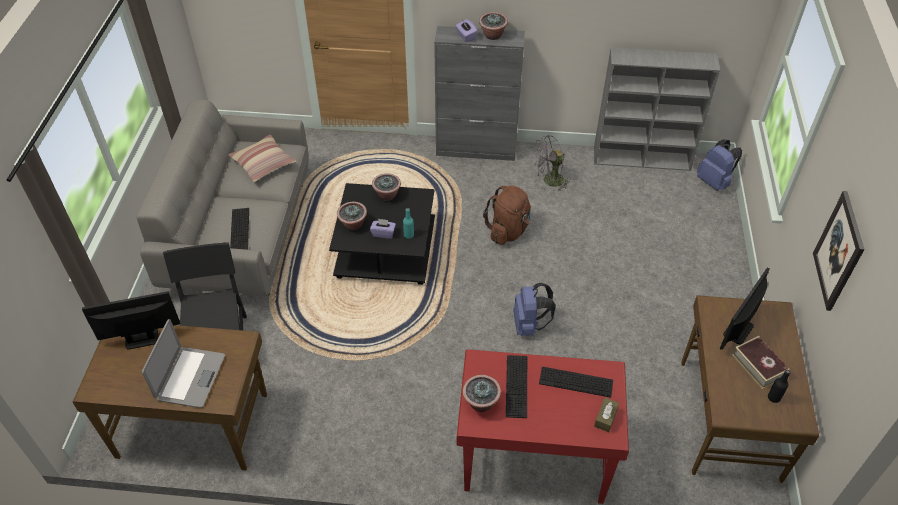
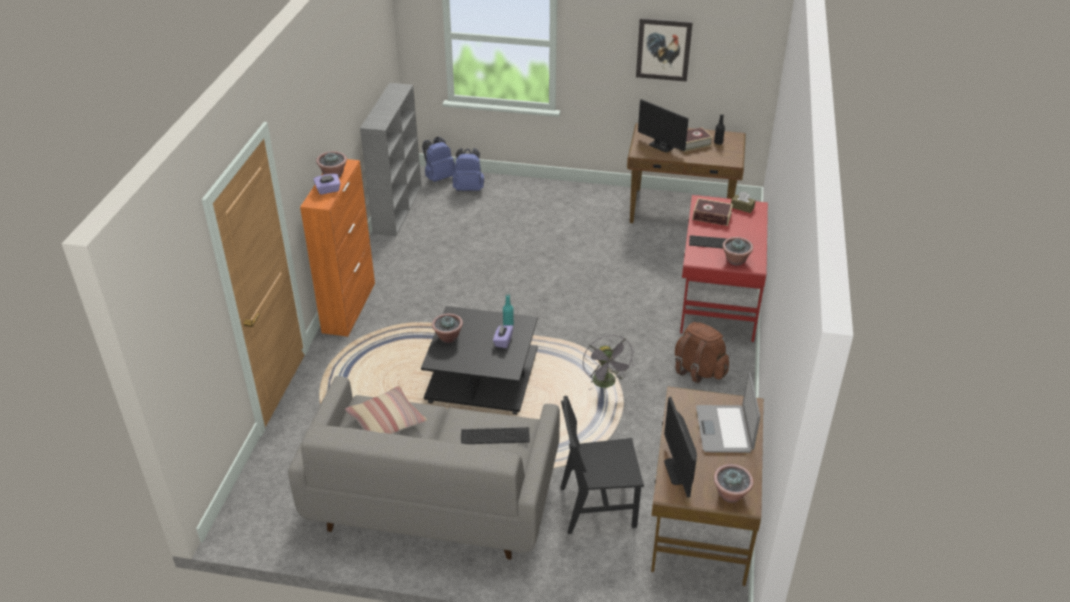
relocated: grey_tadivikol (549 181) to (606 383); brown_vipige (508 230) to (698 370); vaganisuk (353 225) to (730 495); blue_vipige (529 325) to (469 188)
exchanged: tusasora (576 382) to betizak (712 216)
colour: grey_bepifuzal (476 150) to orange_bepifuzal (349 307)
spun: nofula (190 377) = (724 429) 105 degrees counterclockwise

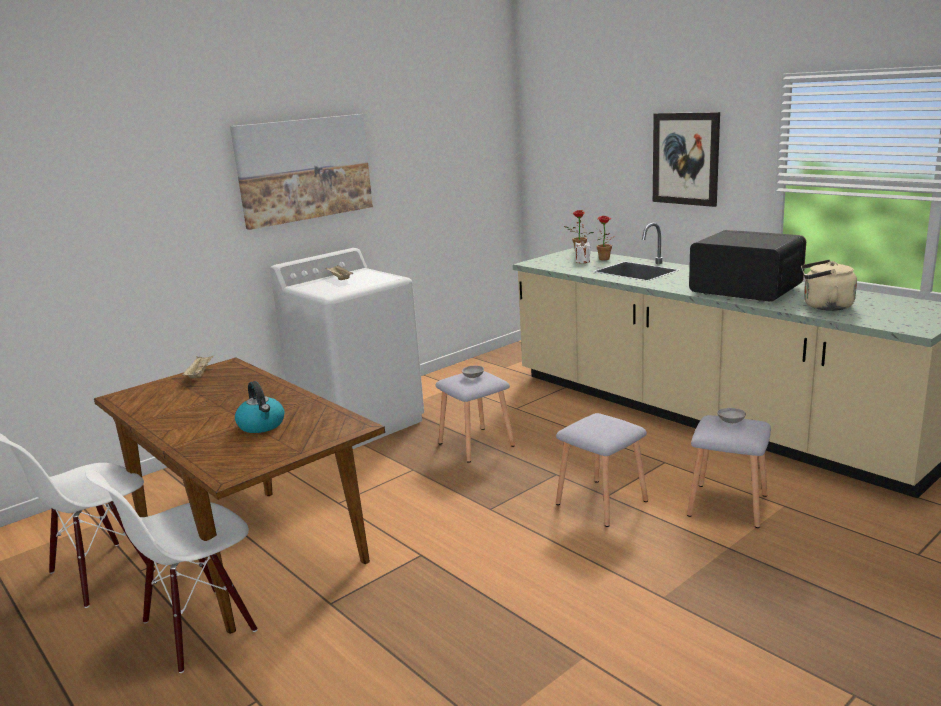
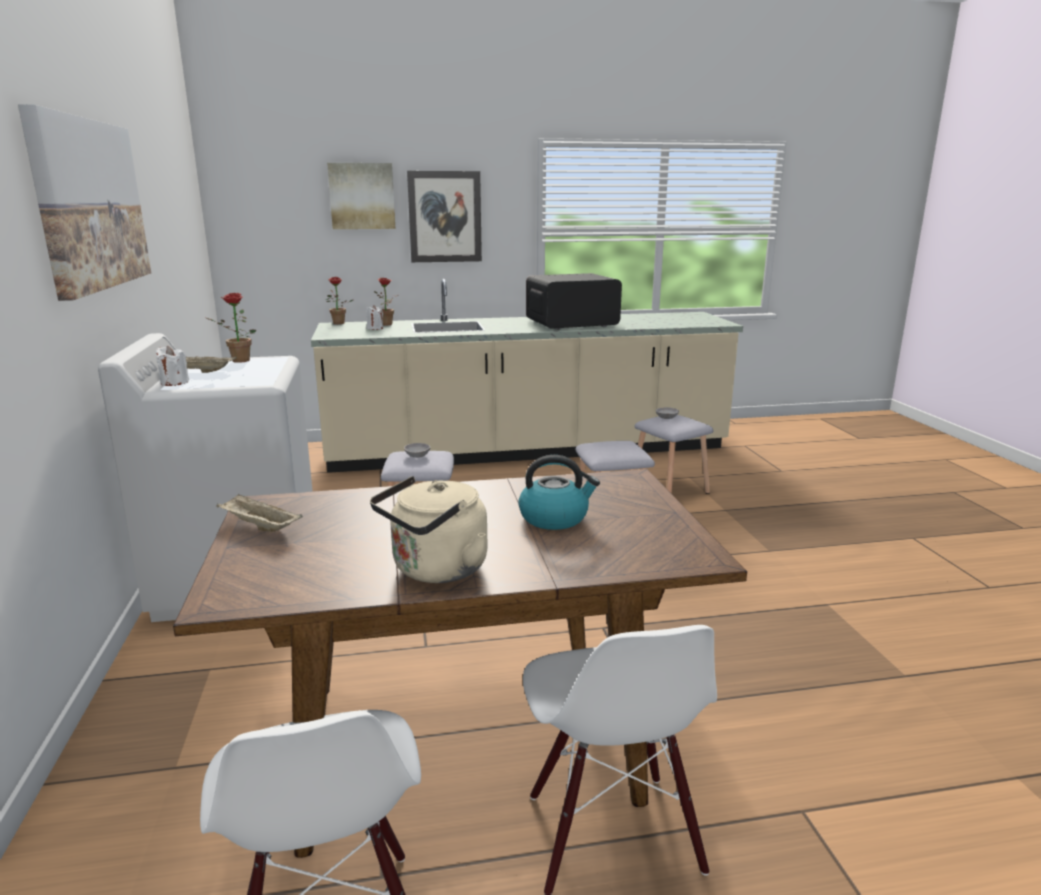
appeared: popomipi (362 196); vaganisuk (237 361); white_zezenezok (174 382)
relocated: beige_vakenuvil (824 306) to (435 570)

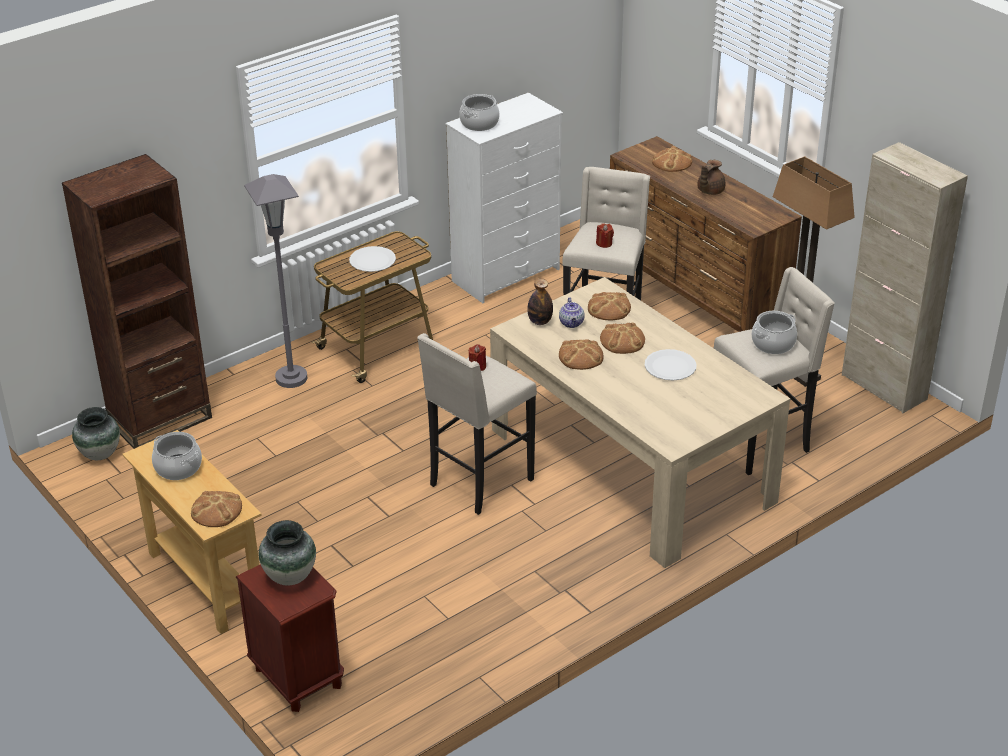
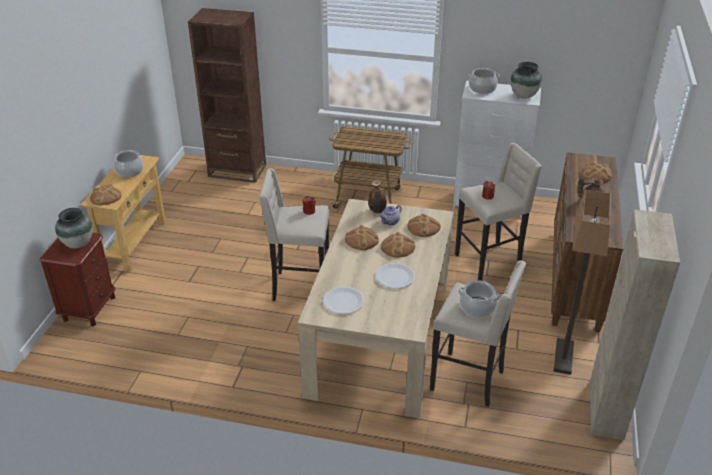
missing: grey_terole (291 378)
relocated: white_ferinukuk (372 260) to (343 301); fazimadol (100 454) to (524 96)

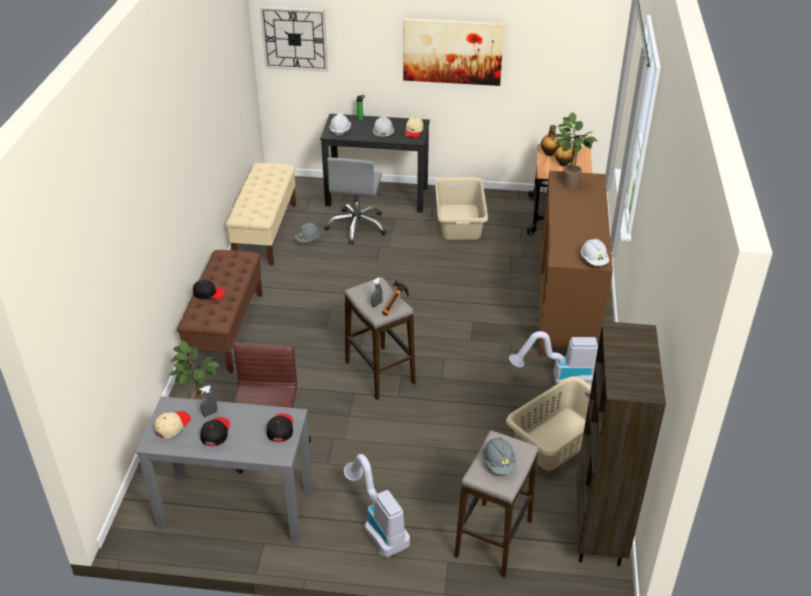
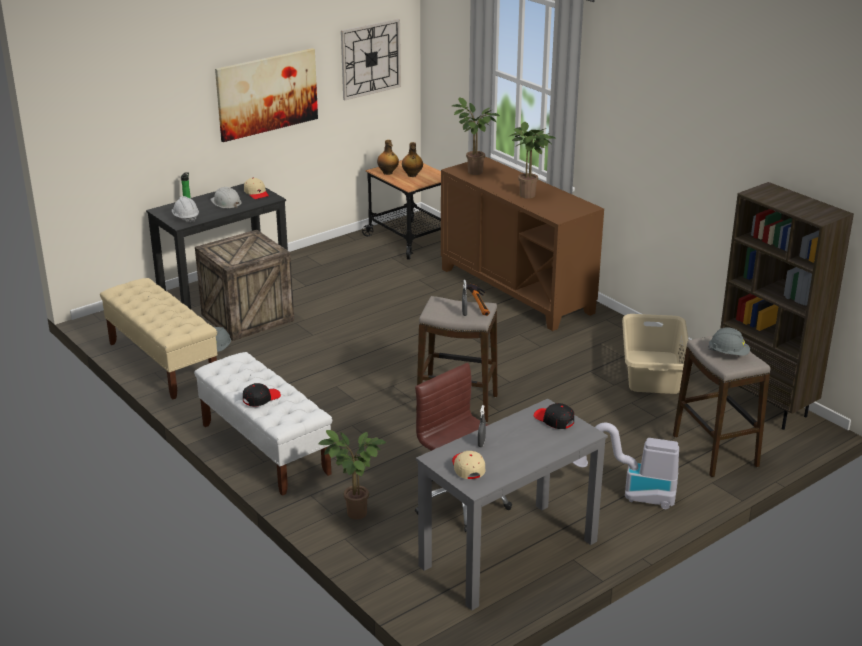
missing: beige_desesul (460 222); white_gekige (593 260); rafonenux (558 380); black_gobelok (215 433)
appeared: vaganisuk (530 195)
relocated: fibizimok (294 39) to (370 59)
exchanged: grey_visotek (357 226) to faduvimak (247 318)
colour: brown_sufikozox (226 330) to white_sufikozox (264 449)

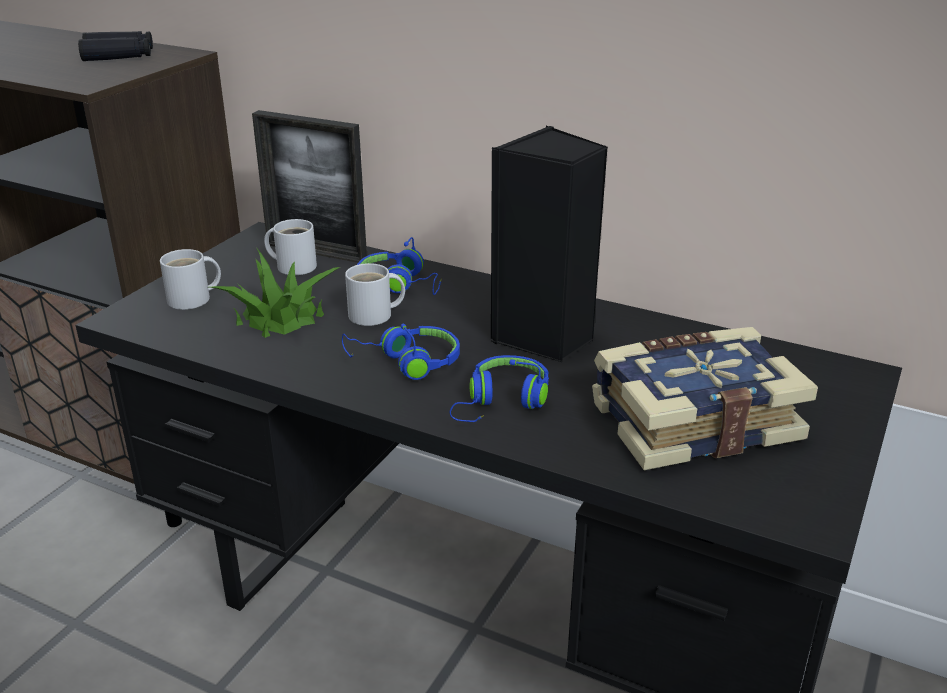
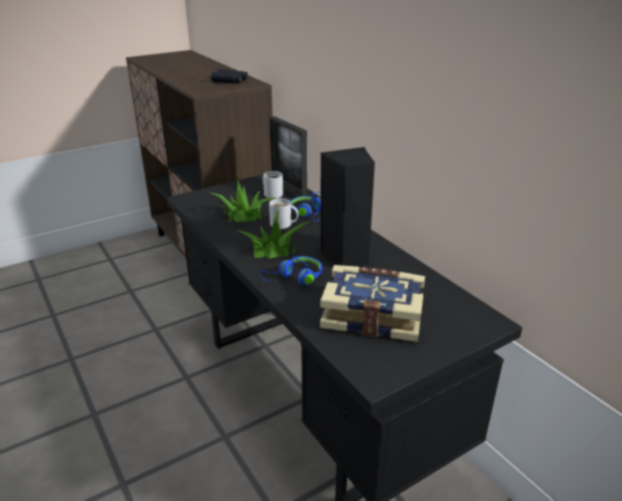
missing: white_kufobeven (193 299)
exchanged: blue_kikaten (406 363) to vaganisuk (273 249)

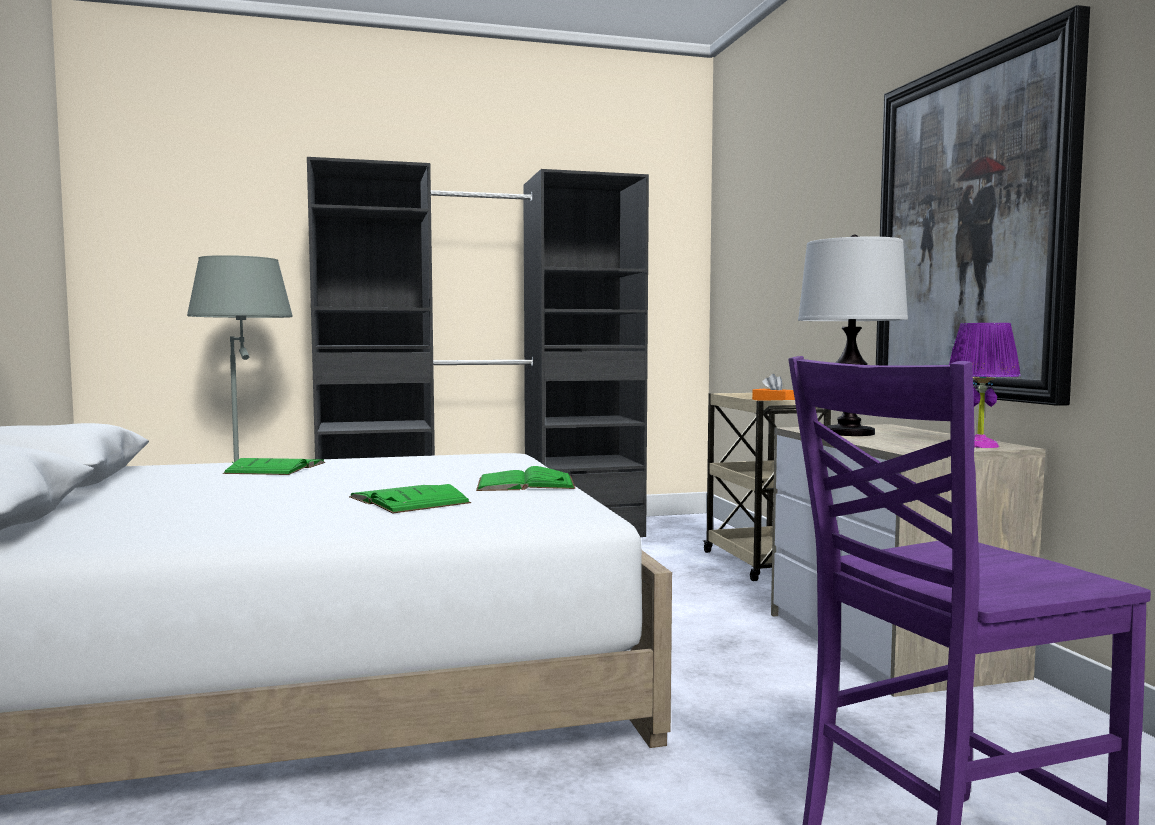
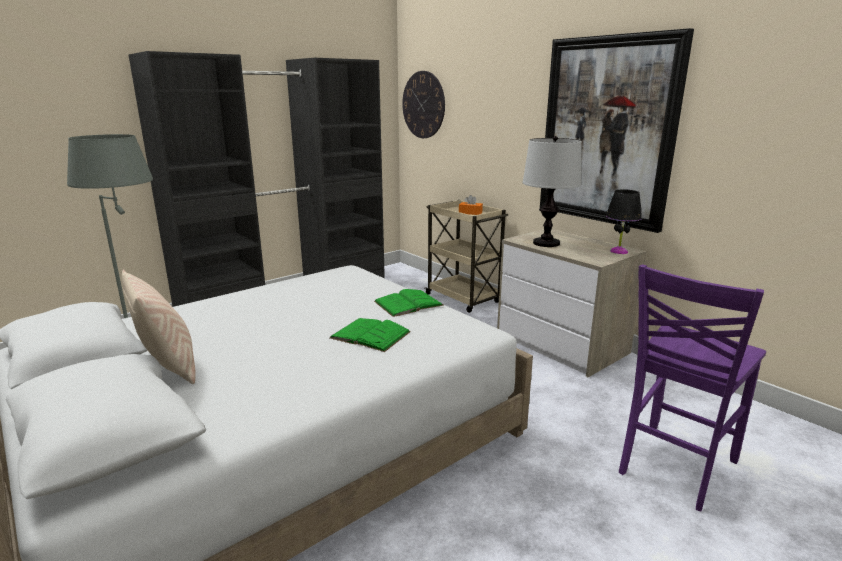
missing: green_betizak (276 468)
appeared: fibizimok (423 105); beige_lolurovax (168 367)
colour: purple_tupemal (980 445) to black_tupemal (619 251)

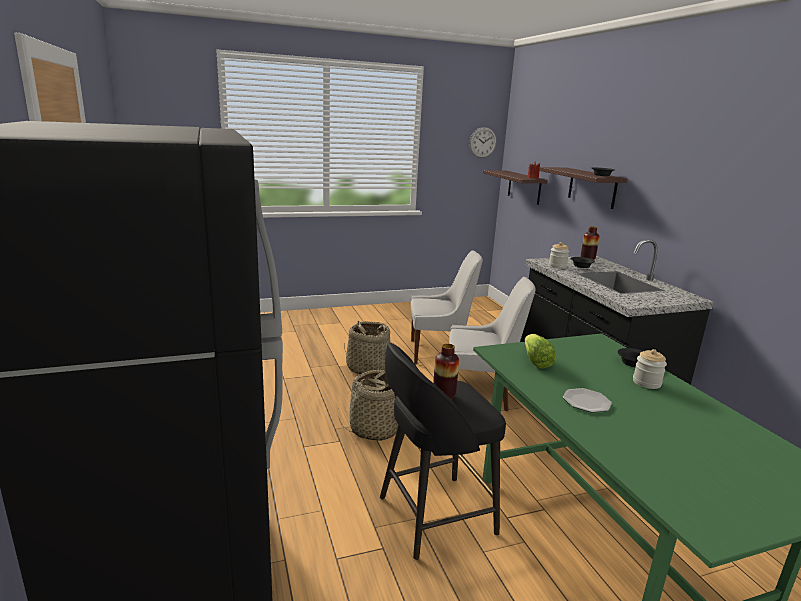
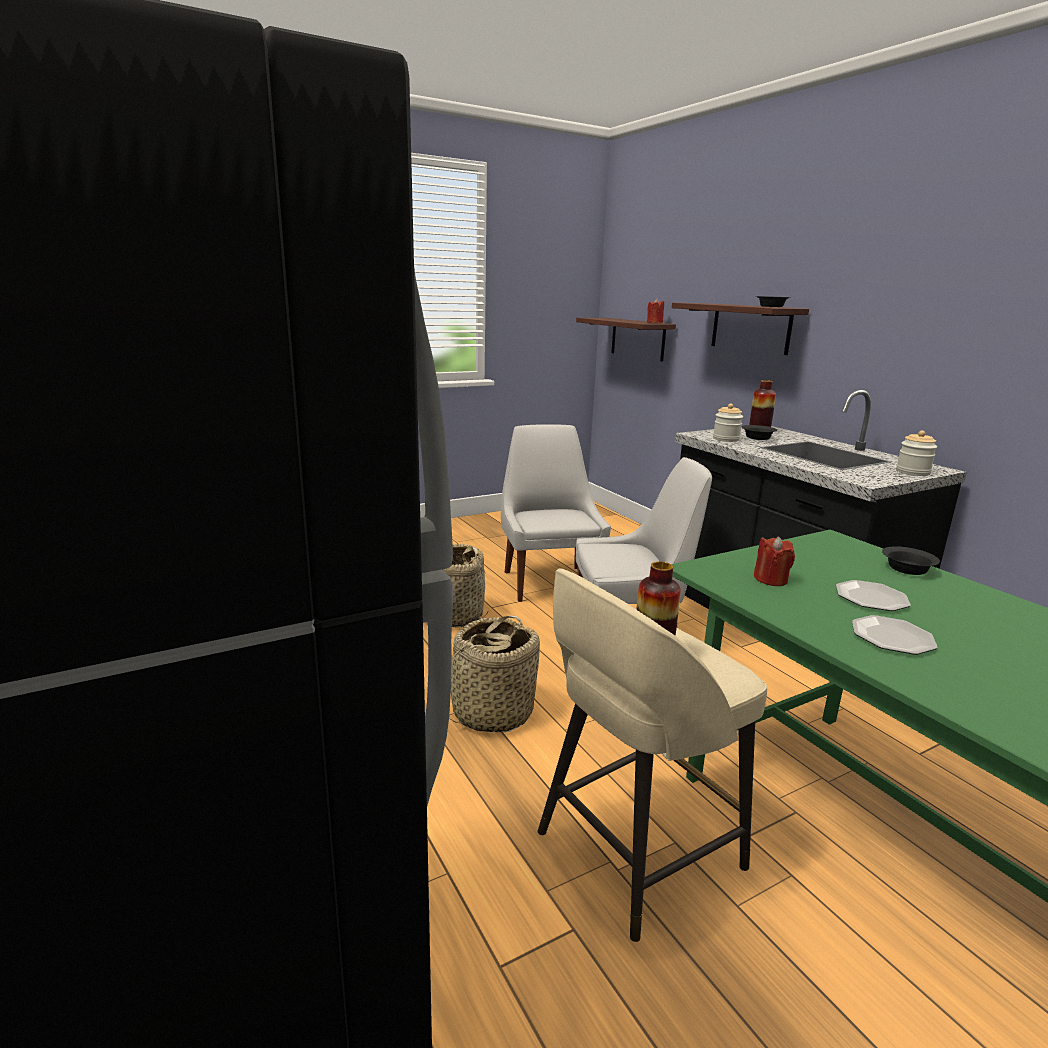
missing: fibizimok (483 142)
appeared: ferinukuk (871 598)
relocated: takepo (646 383) to (912 472)
exchanged: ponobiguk (535 361) to red_zezenezok (771 579)
colour: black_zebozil (433 516) to beige_zebozil (634 852)
spun: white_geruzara (439 352) = (549 582) 90 degrees counterclockwise

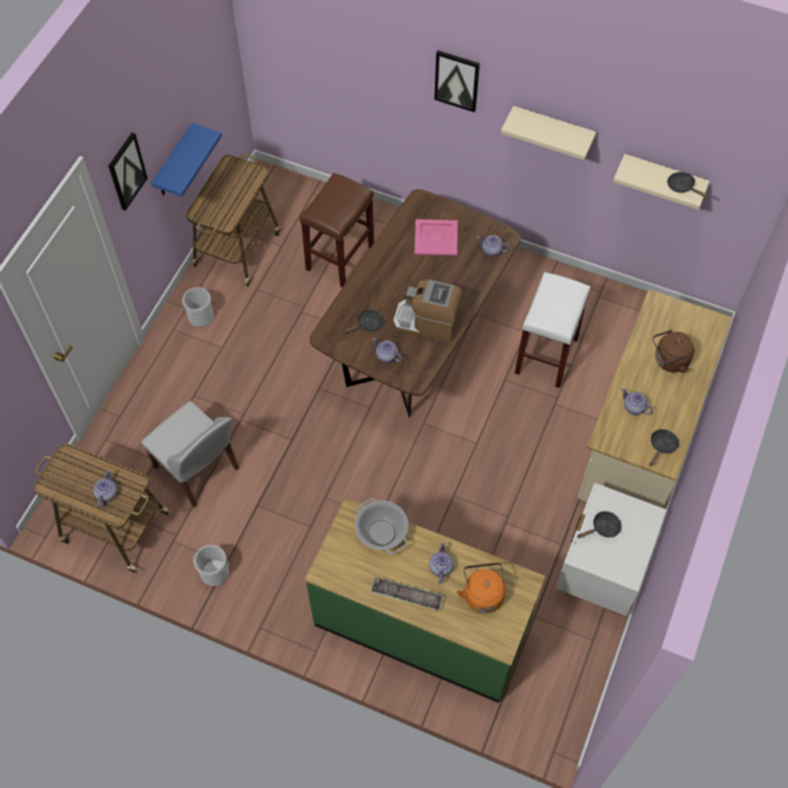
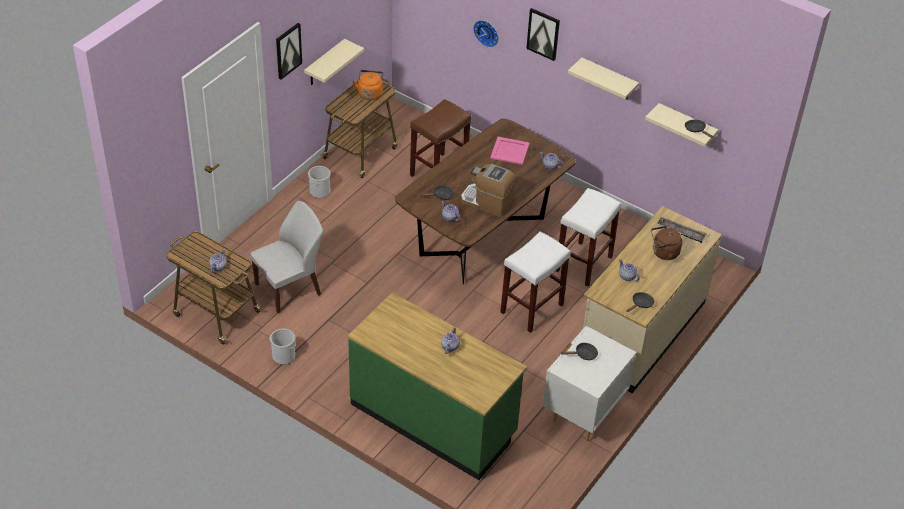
missing: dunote (382 533)
appeared: fibizimok (487 32); white_zebozil (531 309)
relocated: orange_vakenuvil (482 594) to (370 93); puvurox (407 596) to (681 232)
colour: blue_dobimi (174 163) to beige_dobimi (324 63)
spun: white_geruzara (198 469) = (289 288) 90 degrees counterclockwise

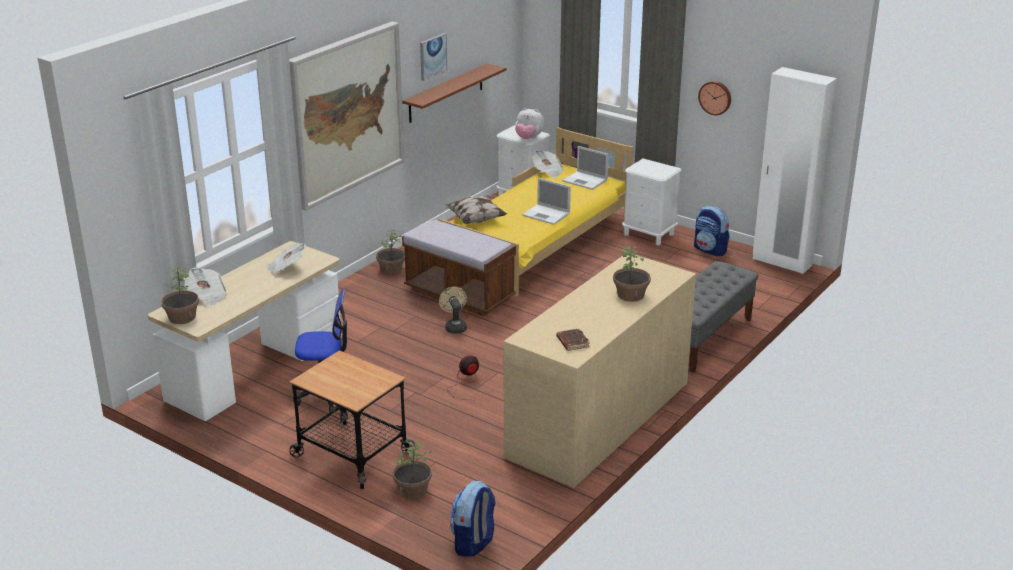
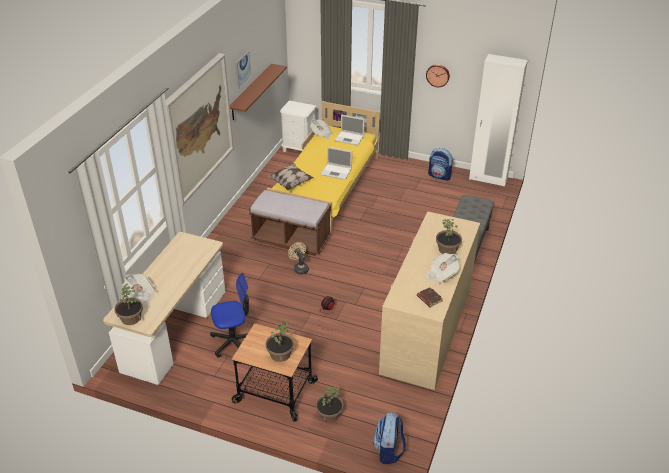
missing: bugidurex (528 138); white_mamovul (649 234)
relocated: vaganisuk (391 269) to (280 354); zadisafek (286 268) to (441 274)

